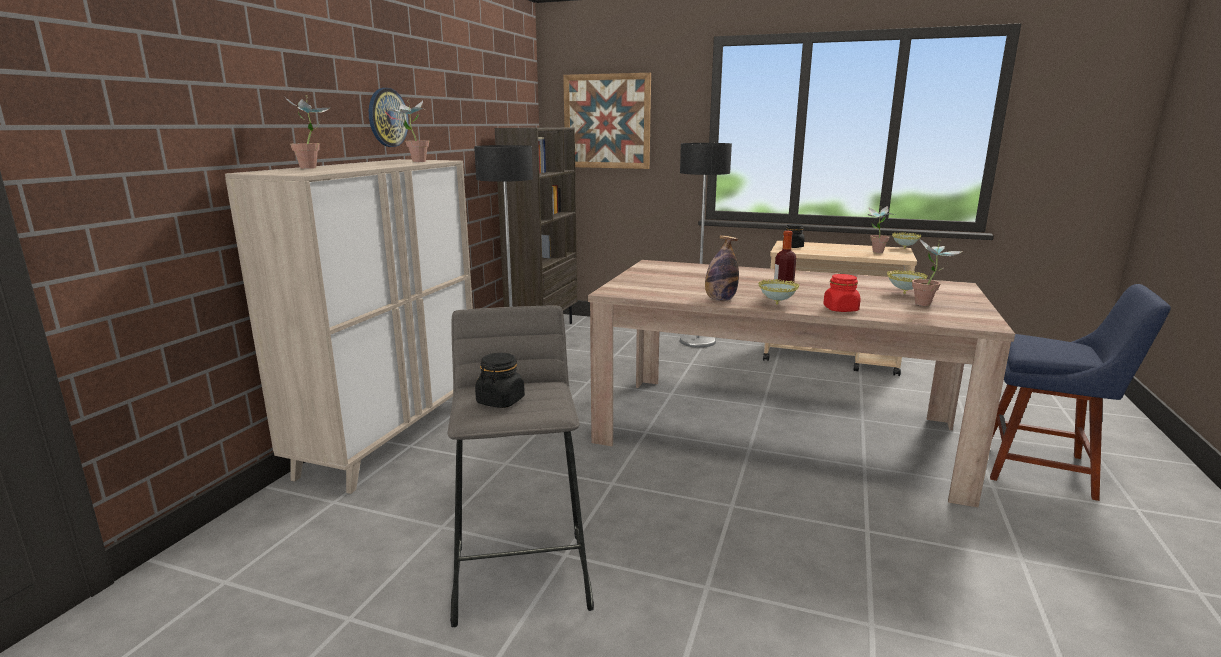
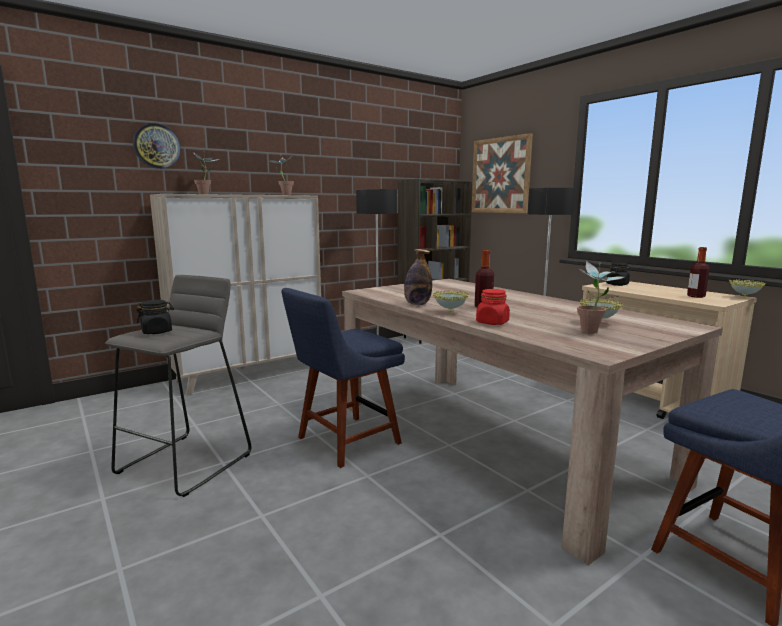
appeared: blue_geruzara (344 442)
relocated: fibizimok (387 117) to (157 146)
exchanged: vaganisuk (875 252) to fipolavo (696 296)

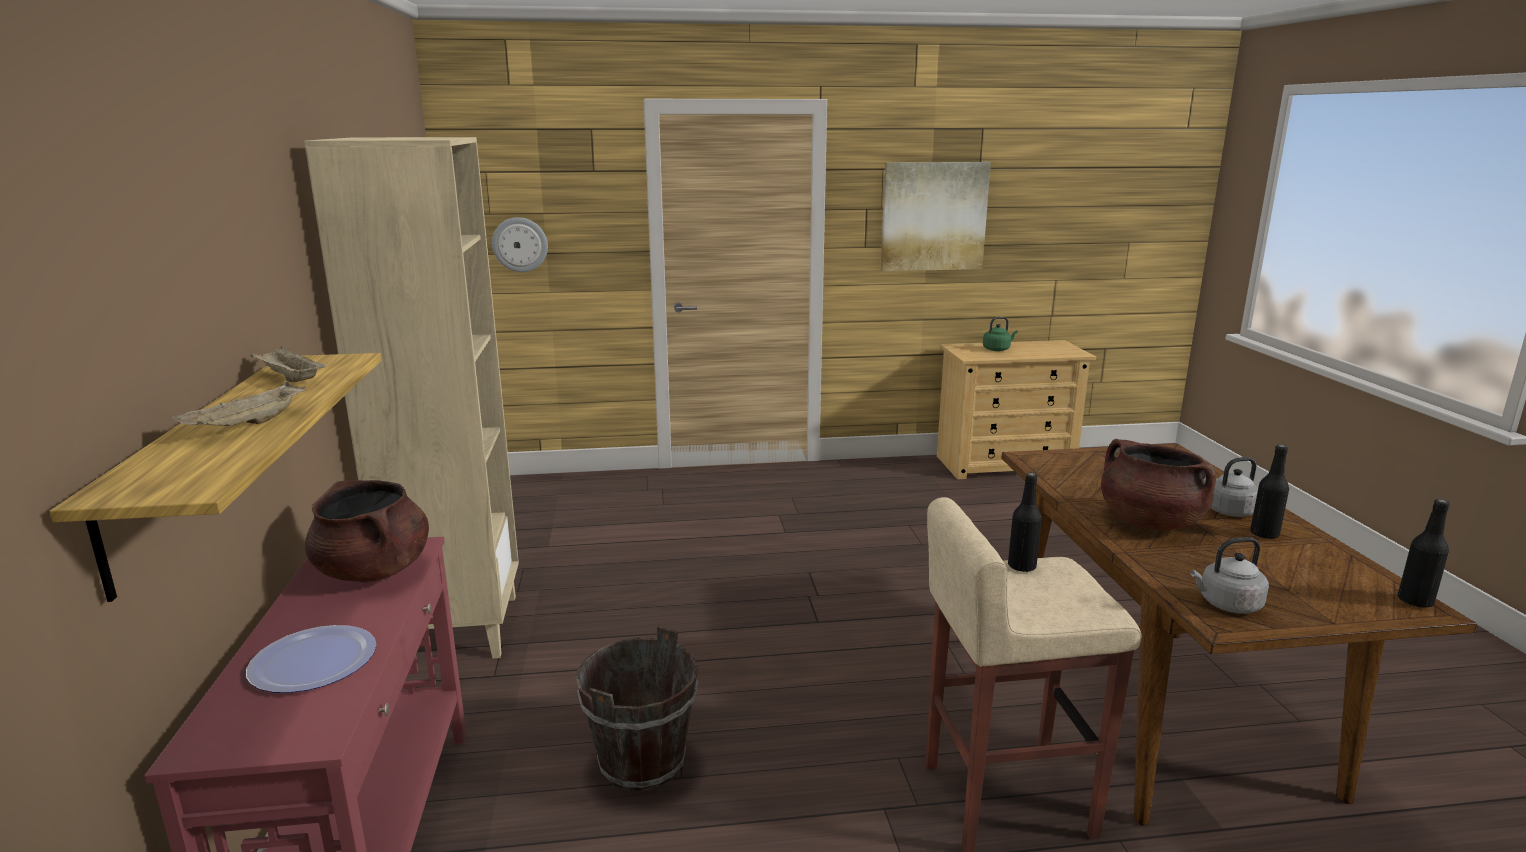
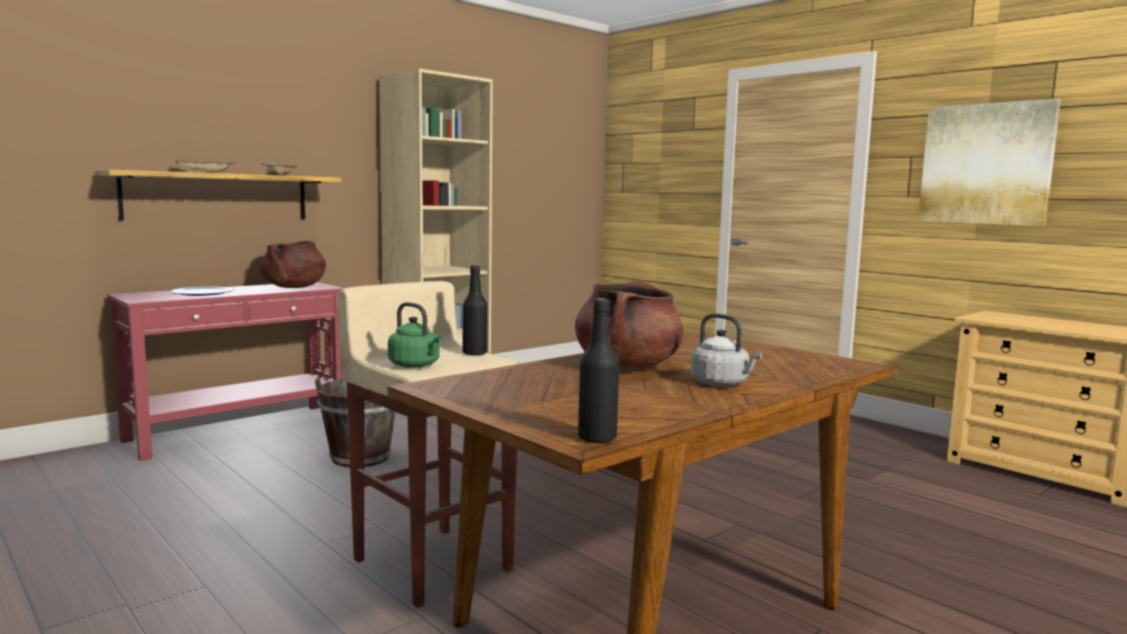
missing: fibizimok (520 244); black_fipolavo (1264 534); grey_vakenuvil (1226 604)
relocated: green_vakenuvil (997 349) to (416 365)

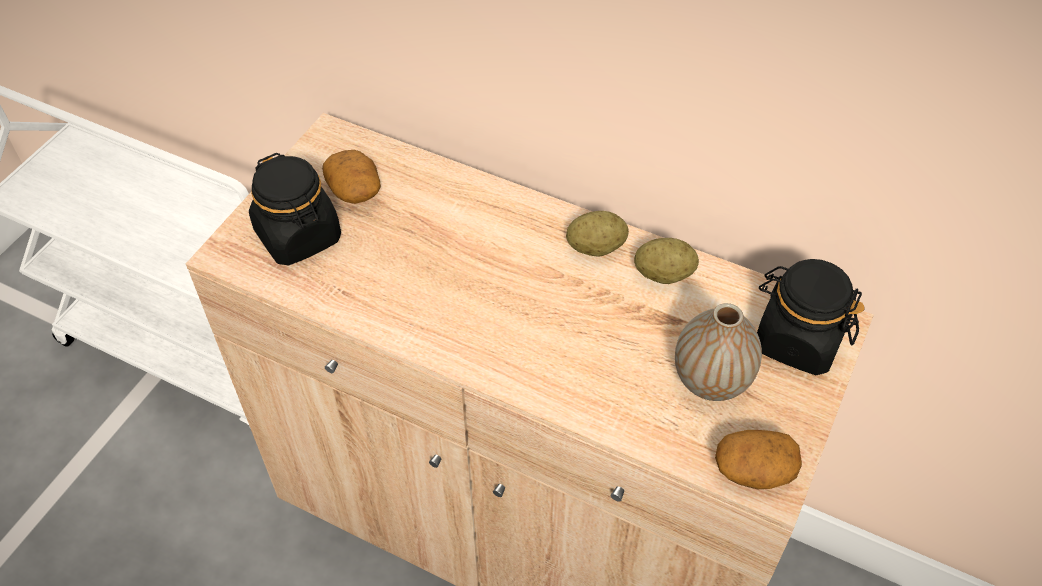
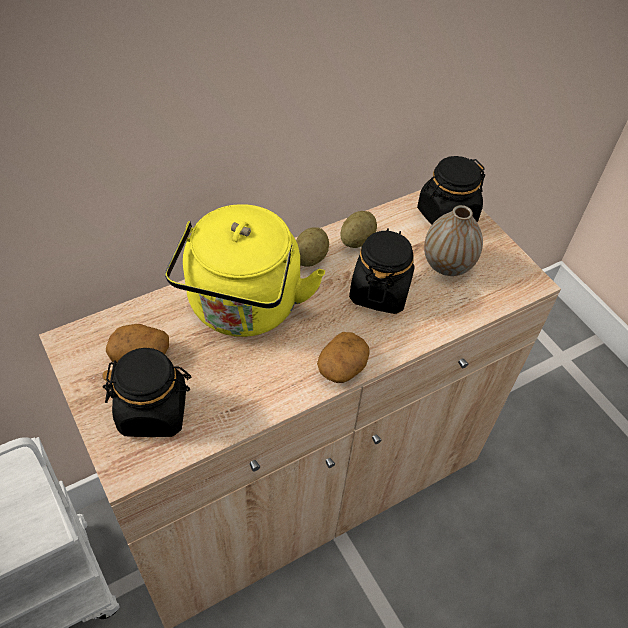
appeared: yellow_vakenuvil (243 309); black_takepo (380 291)
relocated: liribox (753 470) to (342 367)

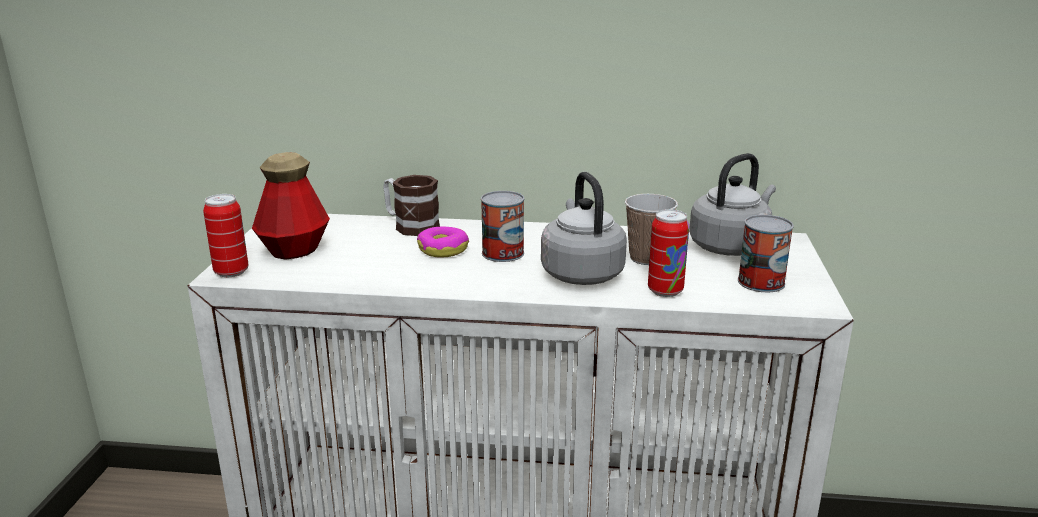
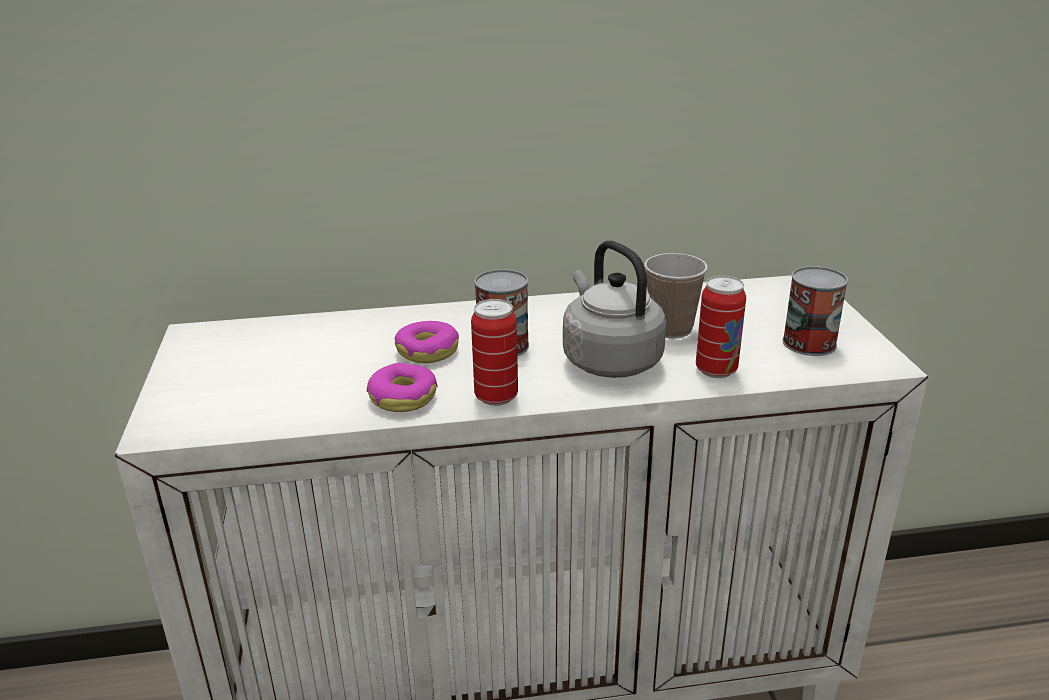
missing: fipolavo (294 250); grey_vakenuvil (730 246); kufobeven (410 226)
appeared: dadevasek (403 397)
relocated: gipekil (231 272) to (496 397)

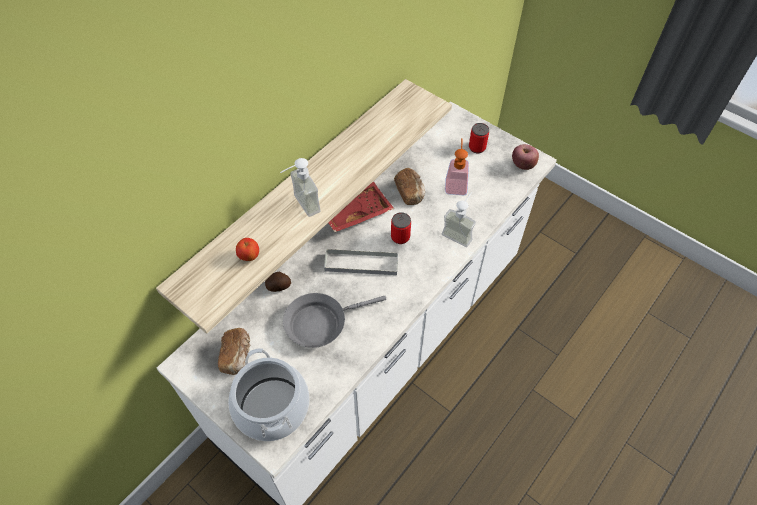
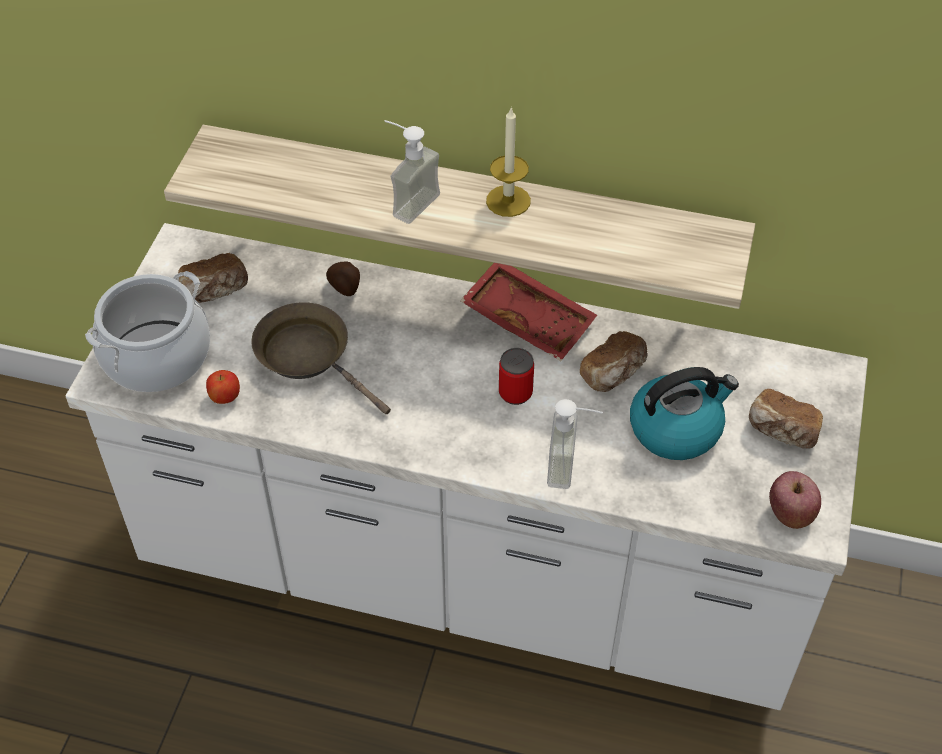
missing: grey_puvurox (361 263)
appeared: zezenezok (508 201)
relocated: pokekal (249 256) to (225 397)
exchanged: gipekil (477 147) to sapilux (782 432); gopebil (456 183) to vakenuvil (676 428)
colour: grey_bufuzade (320 323) to brown_bufuzade (309 356)

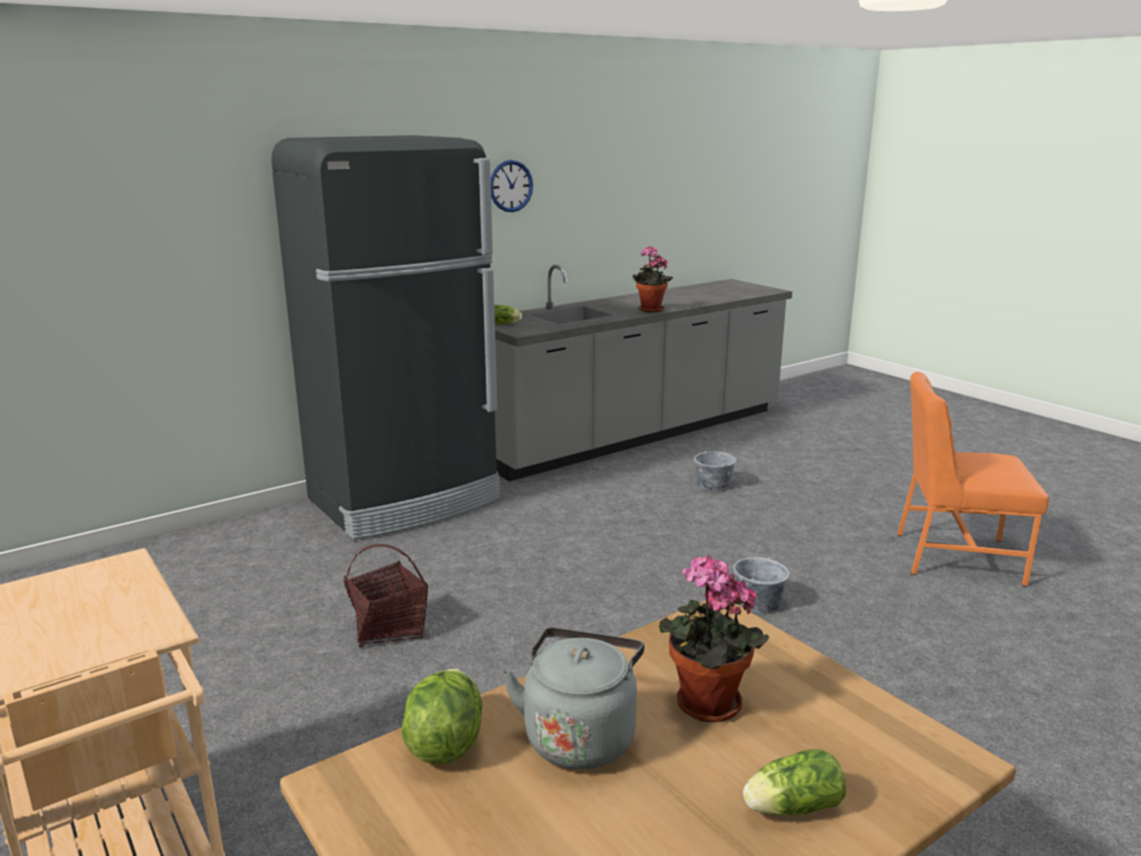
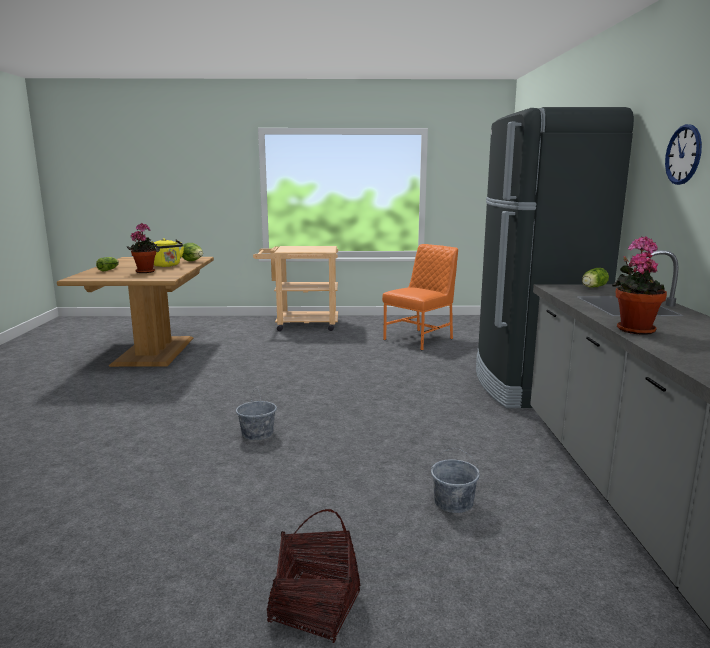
relocated: orange_geruzara (955 557) to (420 339); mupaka (389 628) to (314 608)
colour: grey_vakenuvil (580 735) to yellow_vakenuvil (167 266)

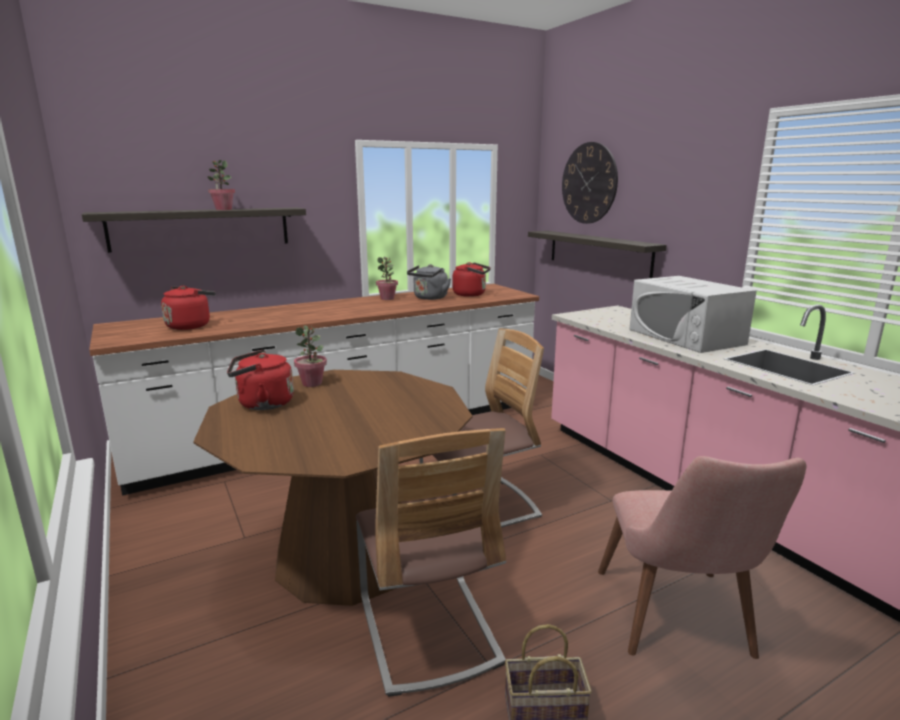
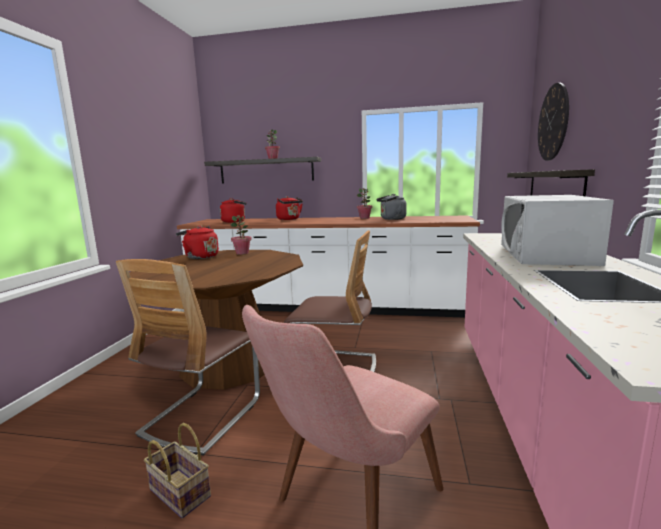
relocated: red_vakenuvil (471 294) to (289 219)

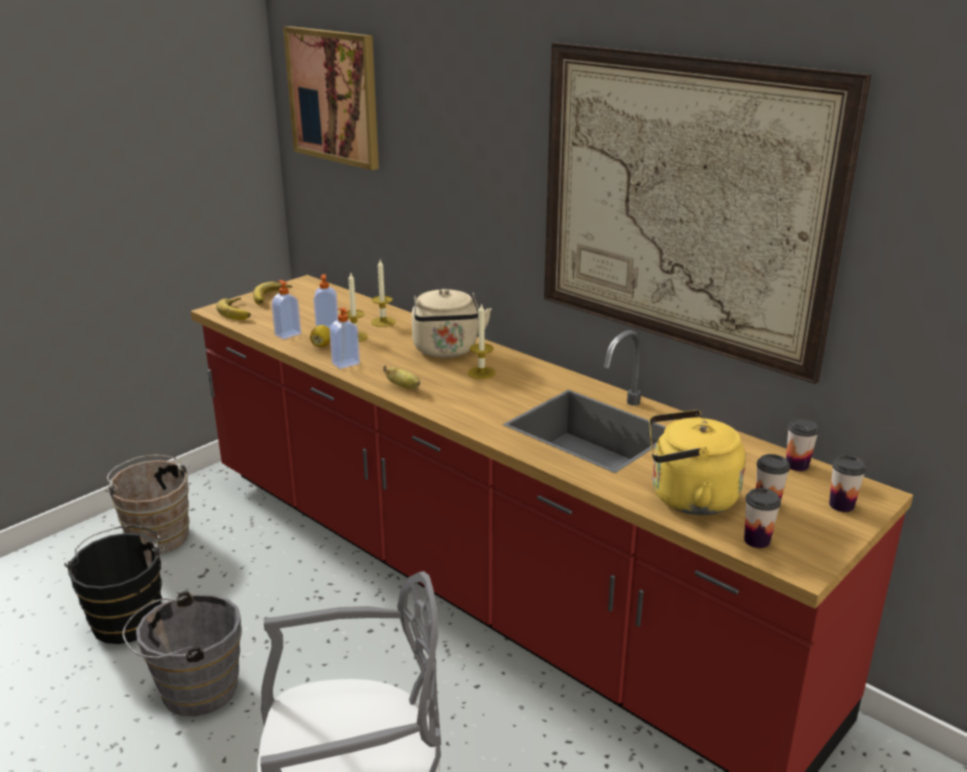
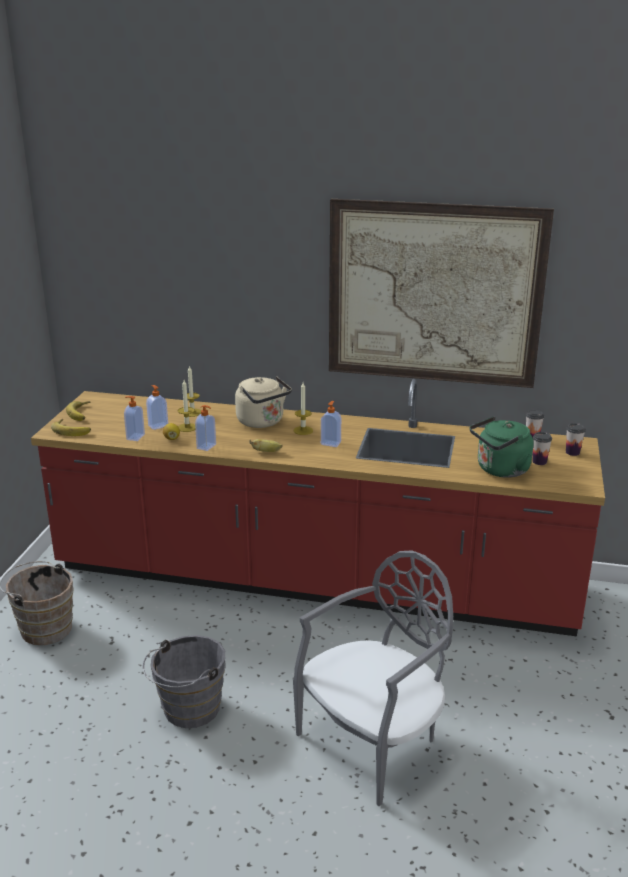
missing: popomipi (334 96); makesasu (757 540); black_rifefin (128 617)
appeared: gopebil (331 443)
colour: yellow_vakenuvil (688 498) to green_vakenuvil (500 470)

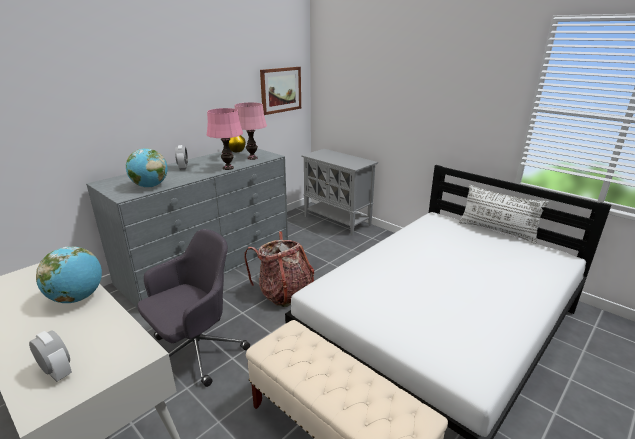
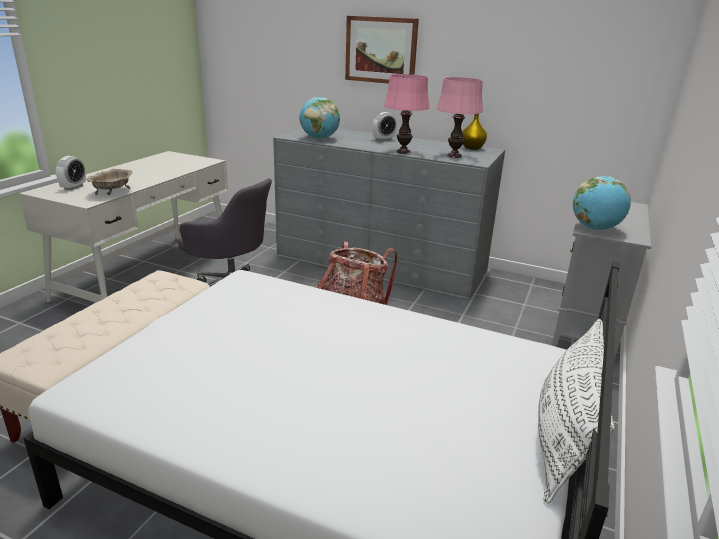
appeared: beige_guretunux (112 192)
relocated: popomipi (280 90) to (381 50); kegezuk (77 298) to (595 228)

